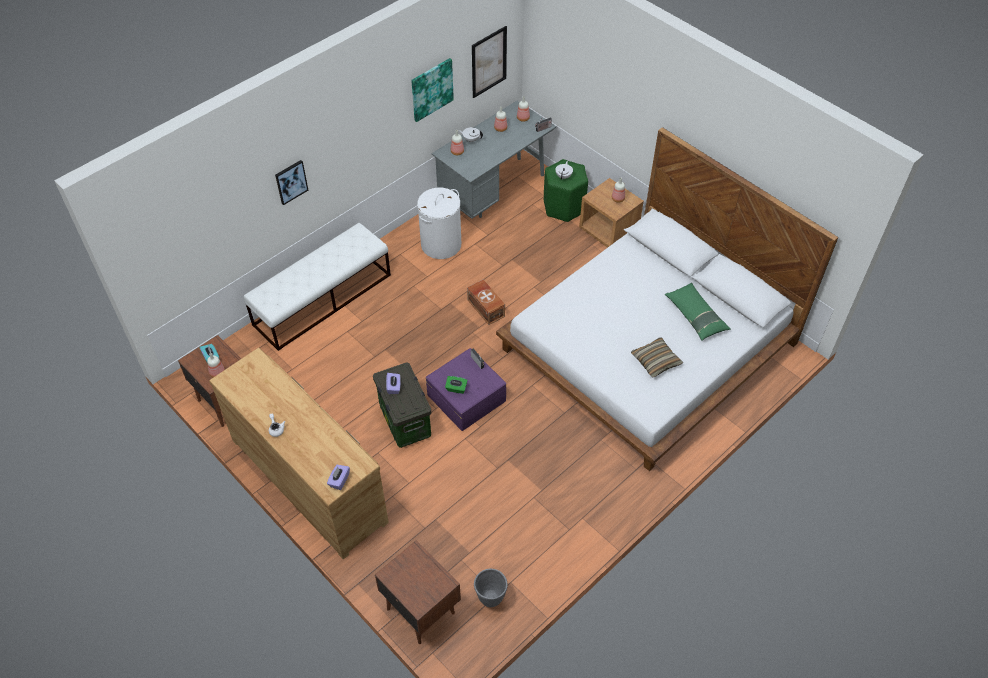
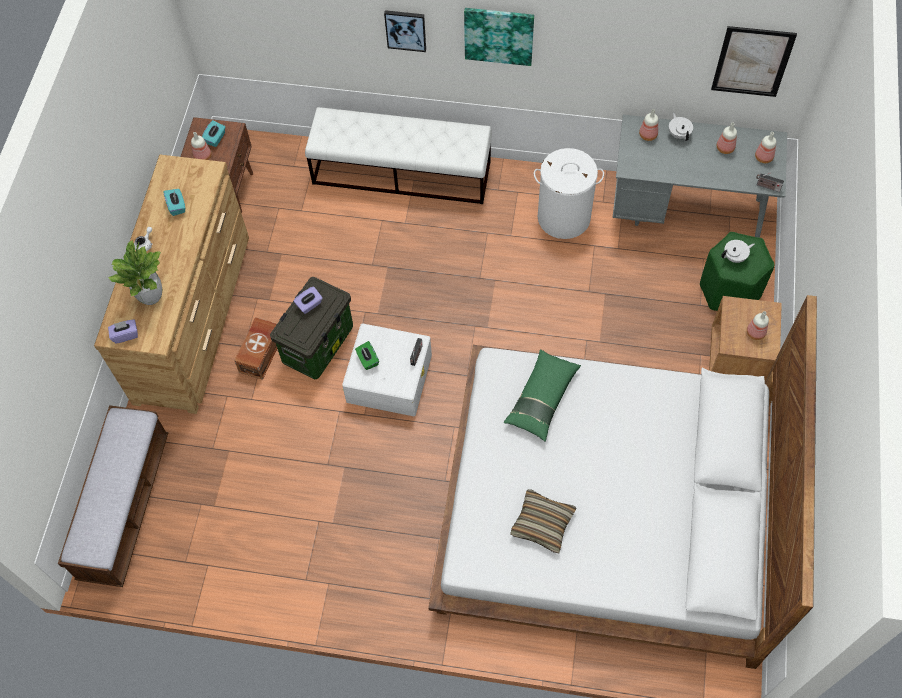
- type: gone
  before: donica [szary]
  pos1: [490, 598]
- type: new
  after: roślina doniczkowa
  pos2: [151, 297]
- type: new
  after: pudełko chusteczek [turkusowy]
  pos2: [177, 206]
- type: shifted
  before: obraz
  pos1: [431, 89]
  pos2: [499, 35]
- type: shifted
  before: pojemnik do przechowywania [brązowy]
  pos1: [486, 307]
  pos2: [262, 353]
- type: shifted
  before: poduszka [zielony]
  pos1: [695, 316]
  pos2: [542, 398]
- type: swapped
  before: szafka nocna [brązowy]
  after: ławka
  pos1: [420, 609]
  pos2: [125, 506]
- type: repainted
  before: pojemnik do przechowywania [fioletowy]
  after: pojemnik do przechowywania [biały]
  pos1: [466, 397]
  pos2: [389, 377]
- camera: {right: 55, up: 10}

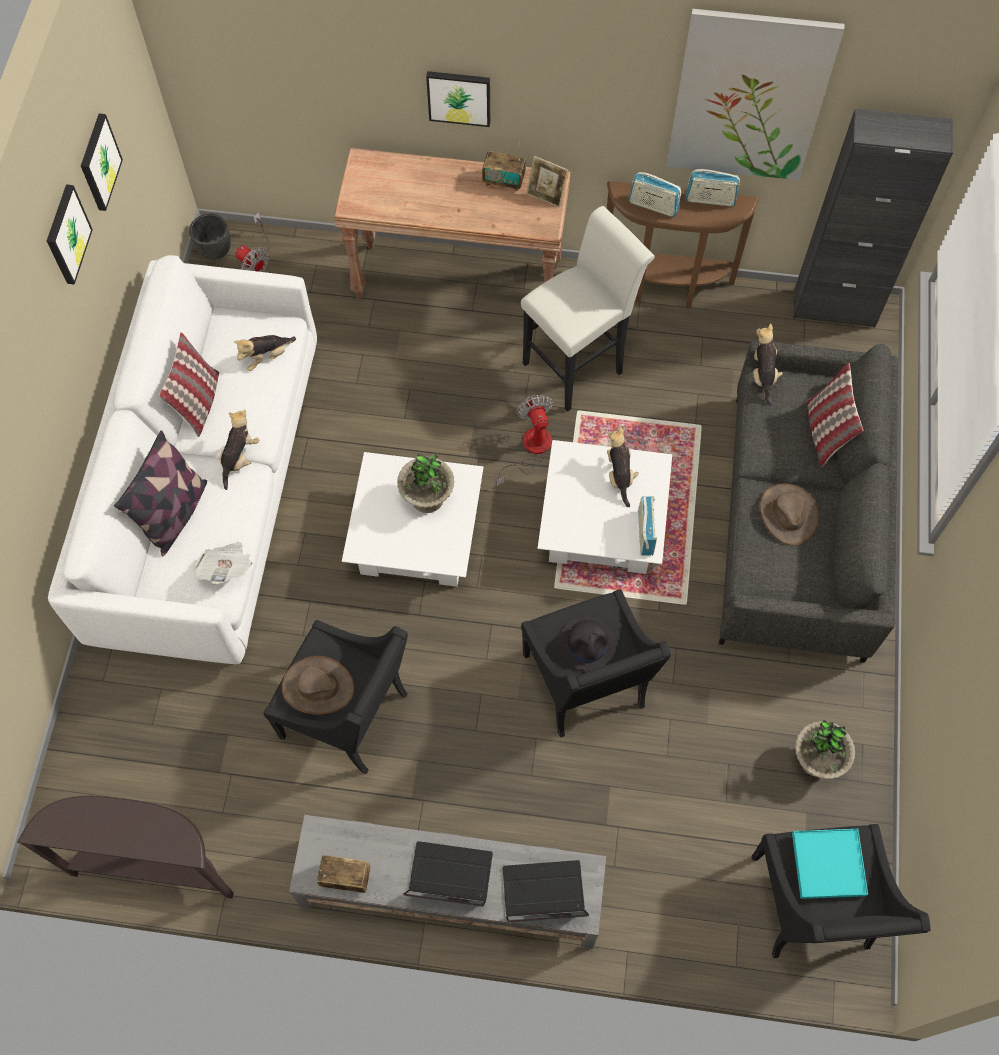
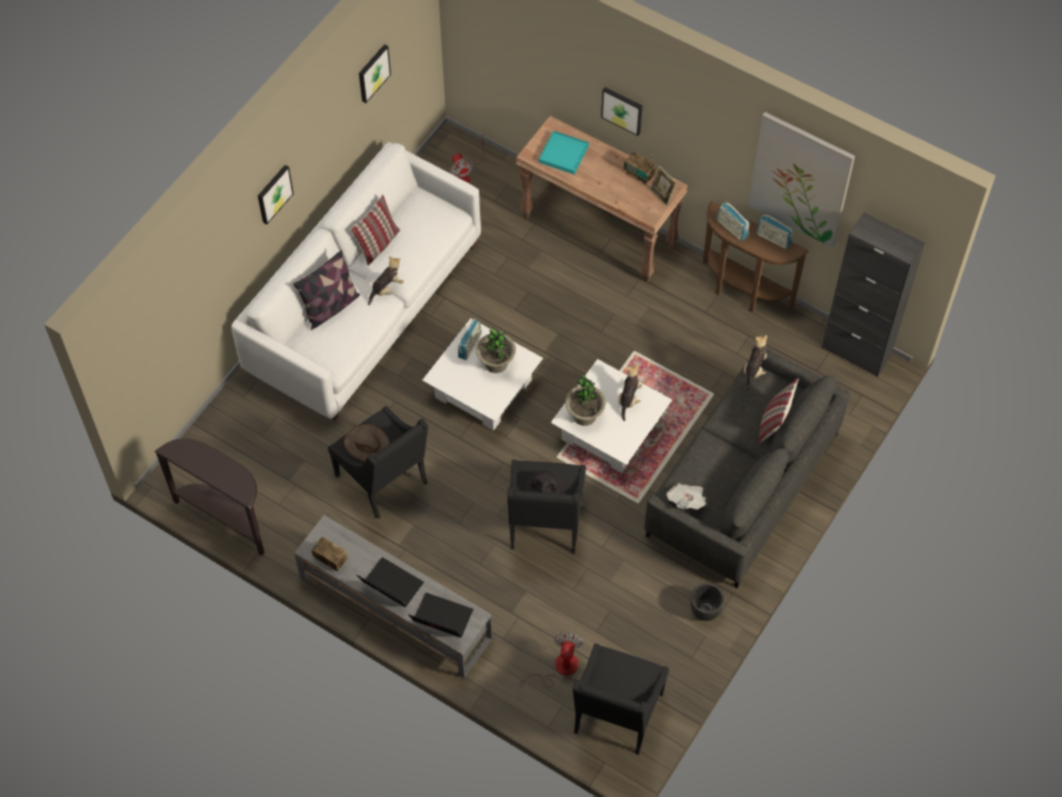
- type: gone
  before: pluszak
  pos1: [267, 357]
- type: gone
  before: stołek [biały]
  pos1: [578, 364]
- type: gone
  before: kapelusz [brązowy]
  pos1: [787, 514]
- type: shifted
  before: obraz
  pos1: [66, 234]
  pos2: [273, 193]
- type: shifted
  before: donica [czarny]
  pos1: [215, 251]
  pos2: [705, 611]
- type: shifted
  before: gazeta
  pos1: [227, 568]
  pos2: [687, 501]
- type: shifted
  before: wentylator
  pos1: [530, 449]
  pos2: [558, 669]
- type: shifted
  before: radio
  pos1: [645, 533]
  pos2: [469, 345]
- type: shifted
  before: taca [turkusowy]
  pos1: [828, 864]
  pos2: [563, 154]
- type: shifted
  before: roślina doniczkowa
  pos1: [816, 760]
  pos2: [584, 415]
- camera: {right: 25, up: -5}

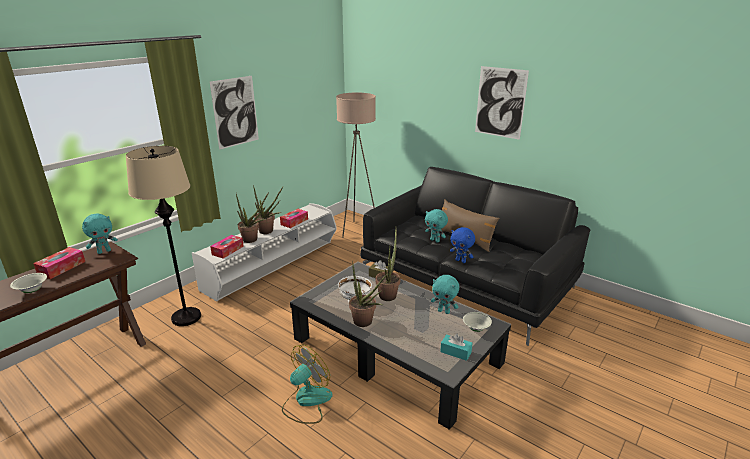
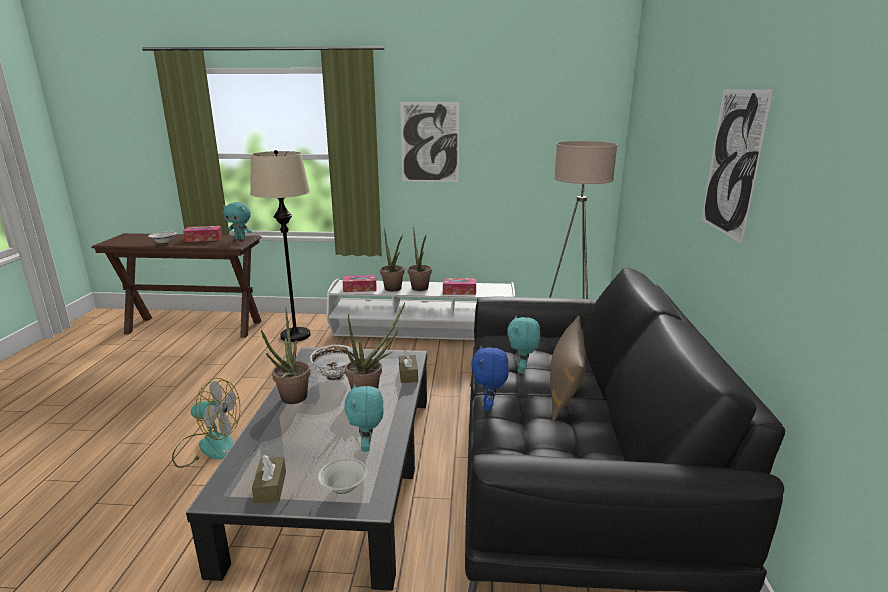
- type: repainted
  before: pudełko chusteczek [turkusowy]
  after: pudełko chusteczek [brązowy]
  pos1: [455, 352]
  pos2: [270, 487]
- camera: {right: 55, up: -5}

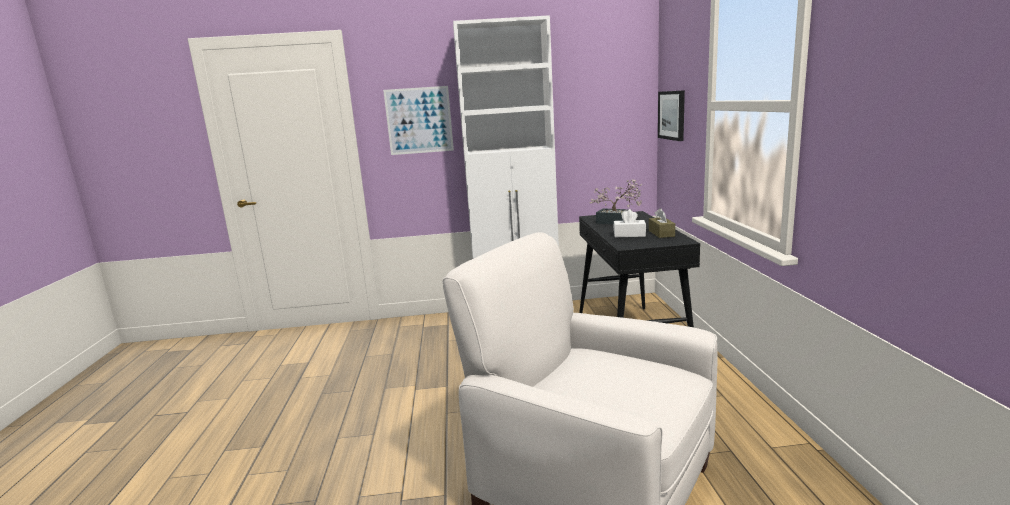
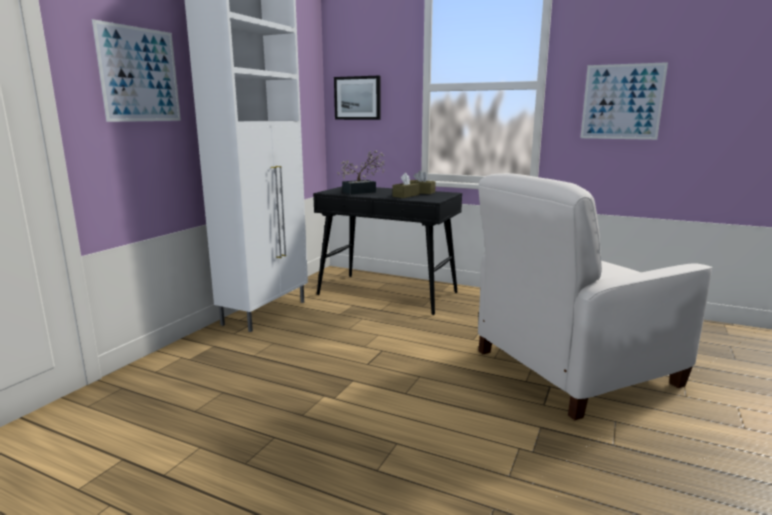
- type: new
  after: obraz
  pos2: [622, 102]
- type: repainted
  before: pudełko chusteczek [biały]
  after: pudełko chusteczek [brązowy]
  pos1: [629, 235]
  pos2: [406, 195]
- camera: {right: -60, up: 0}

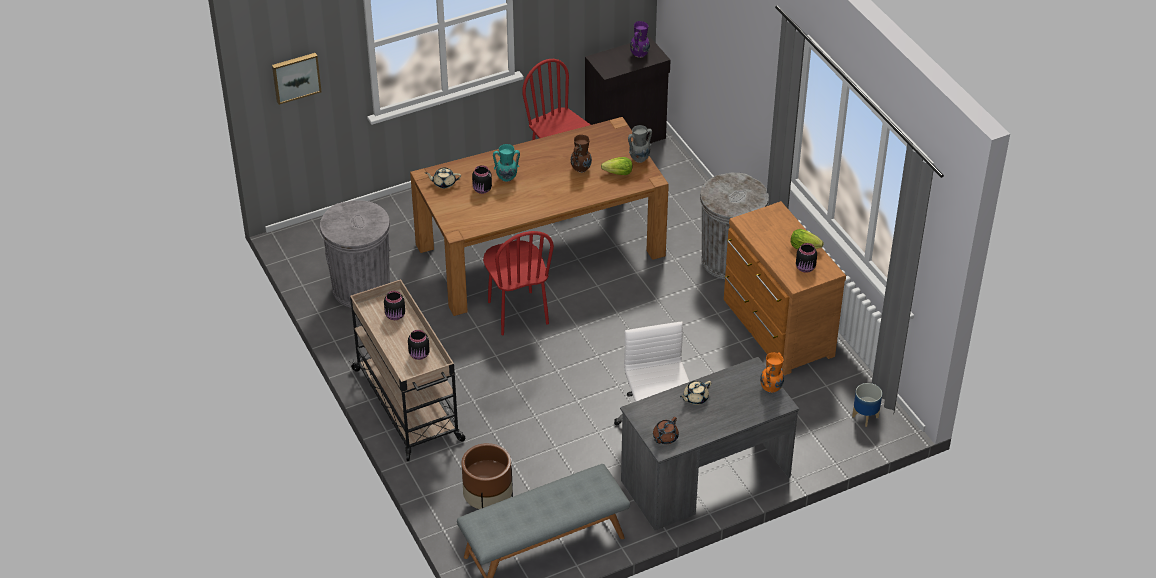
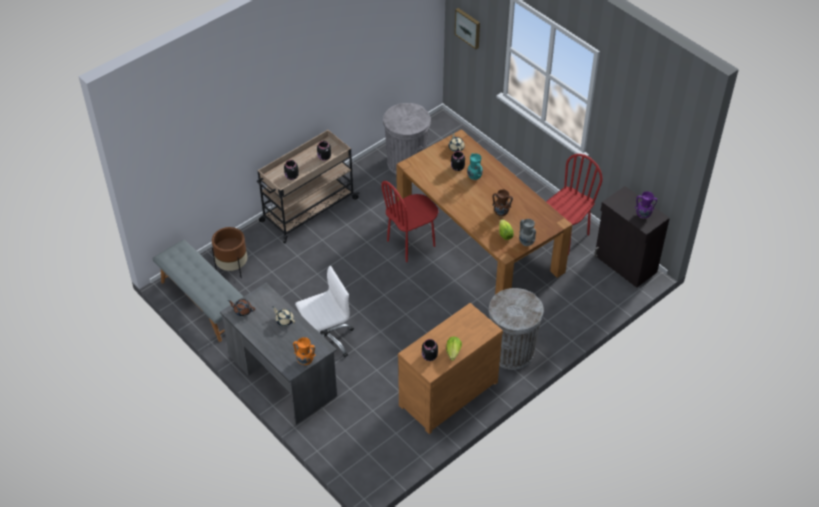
- type: gone
  before: donica
  pos1: [865, 417]
- camera: {right: 75, up: 5}

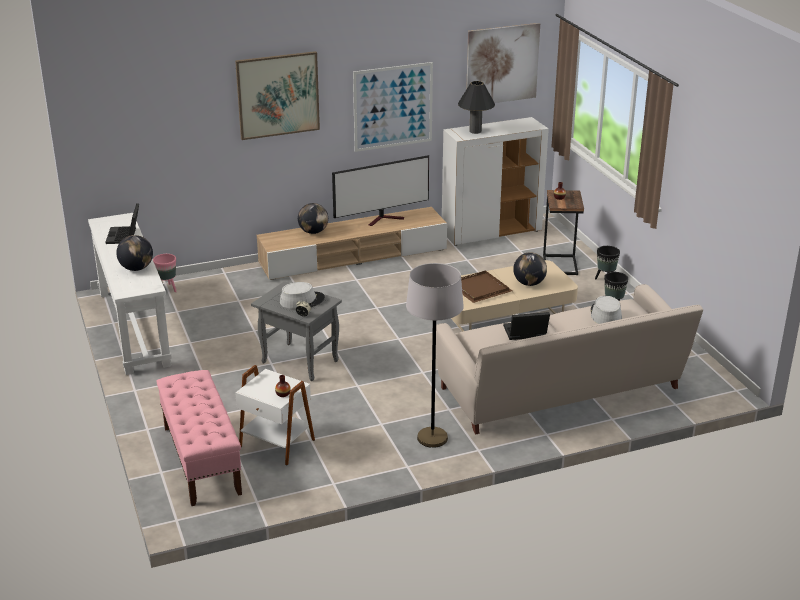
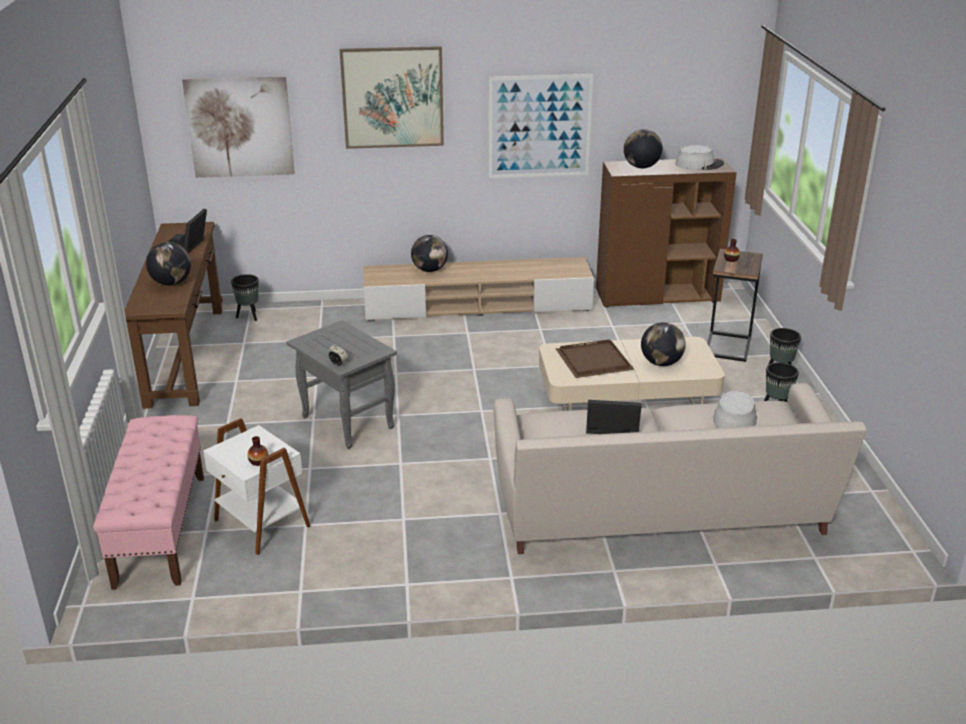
- type: gone
  before: telewizor
  pos1: [384, 219]
- type: gone
  before: lampa stojąca [szary]
  pos1: [432, 438]
- type: shifted
  before: kapelusz [szary]
  pos1: [302, 300]
  pos2: [699, 164]
- type: shifted
  before: obraz
  pos1: [502, 64]
  pos2: [240, 127]
- type: swapped
  before: lampa stołowa [czarny]
  after: globus
  pos1: [475, 131]
  pos2: [641, 167]
- type: repainted
  before: stolik konsolowy [biały]
  after: stolik konsolowy [brązowy]
  pos1: [134, 328]
  pos2: [186, 355]
- type: repainted
  before: donica [różowy]
  after: donica [czarny]
  pos1: [167, 289]
  pos2: [249, 316]
- type: repainted
  before: szafka [biały]
  after: szafka [brązowy]
  pos1: [491, 232]
  pos2: [657, 297]
- camera: {right: 15, up: 0}

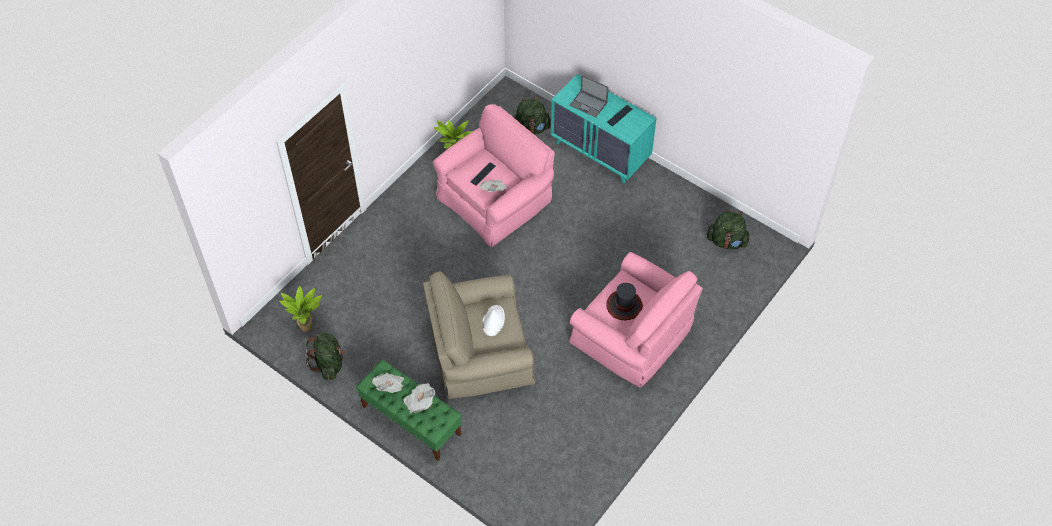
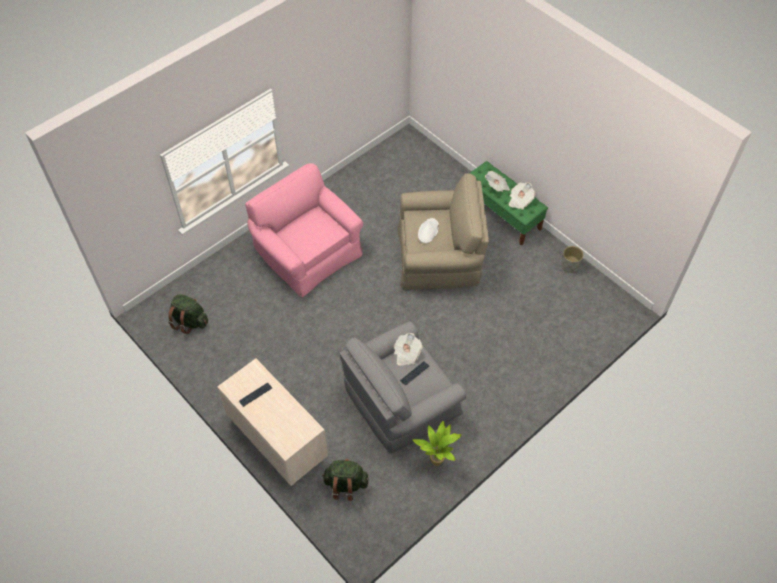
- type: gone
  before: roślina doniczkowa
  pos1: [307, 326]
- type: gone
  before: laptop
  pos1: [589, 104]
- type: gone
  before: kapelusz
  pos1: [624, 305]
- type: swapped
  before: plecak [zielony]
  after: donica [szary]
  pos1: [329, 364]
  pos2: [570, 266]
- type: repainted
  before: fotel [różowy]
  after: fotel [szary]
  pos1: [495, 199]
  pos2: [401, 401]
- type: repainted
  before: komoda [turkusowy]
  after: komoda [beżowy]
  pos1: [600, 152]
  pos2: [277, 440]
- camera: {right: -170, up: 0}

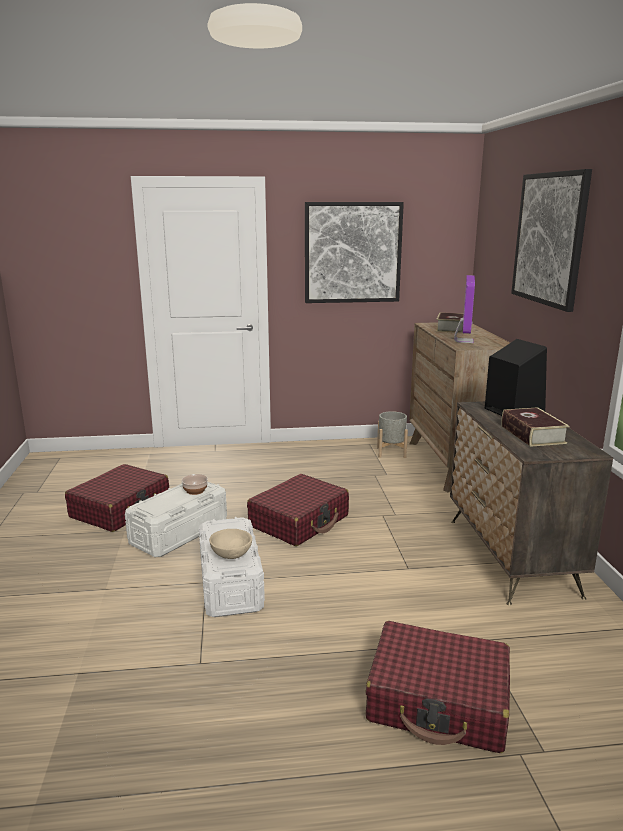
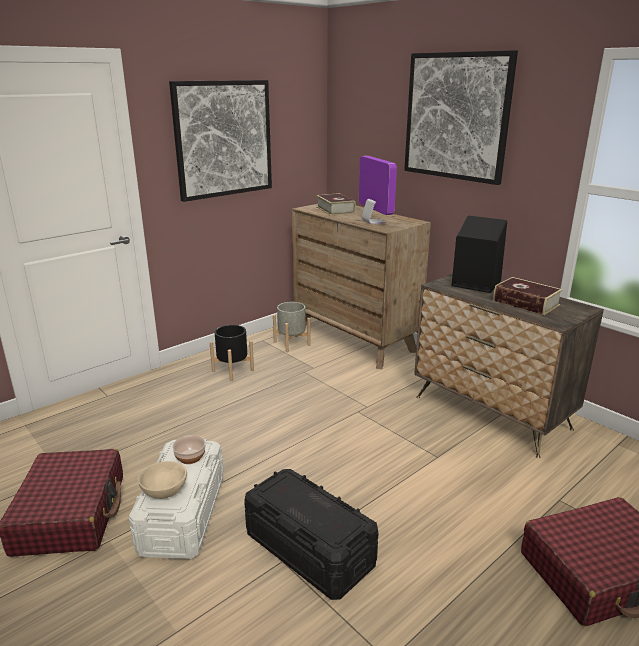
- type: gone
  before: walizka [czerwony]
  pos1: [299, 521]
- type: new
  after: donica [czarny]
  pos2: [232, 370]
- type: shifted
  before: miska [beżowy]
  pos1: [231, 554]
  pos2: [164, 491]
- type: repainted
  before: pojemnik do przechowywania [biały]
  after: pojemnik do przechowywania [czarny]
  pos1: [231, 583]
  pos2: [309, 549]
- camera: {right: -35, up: 5}

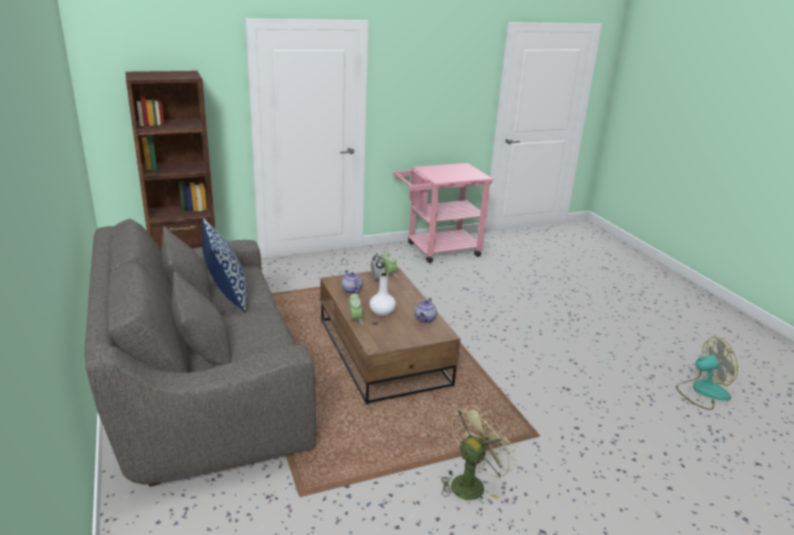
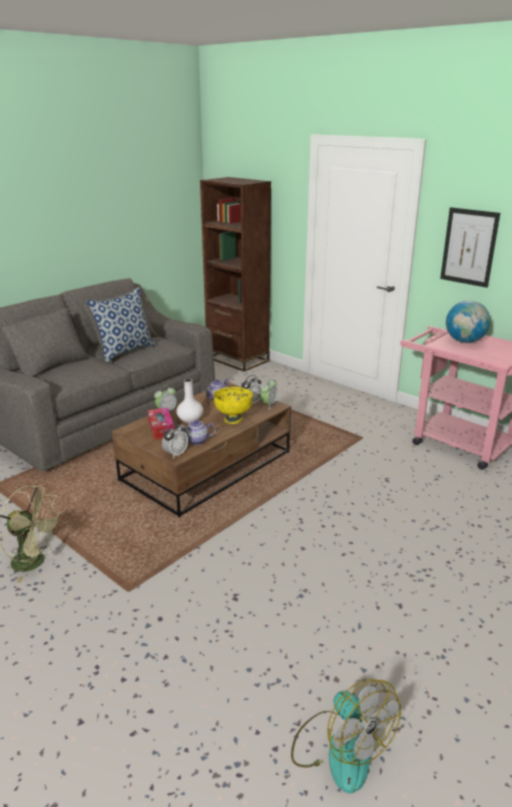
- type: new
  after: pudełko chusteczek
  pos2: [161, 429]
- type: new
  after: budzik
  pos2: [175, 454]
- type: new
  after: miska [żółty]
  pos2: [233, 419]
- type: new
  after: obraz
  pos2: [469, 247]
- type: new
  after: globus
  pos2: [464, 341]
- camera: {right: 65, up: 0}

